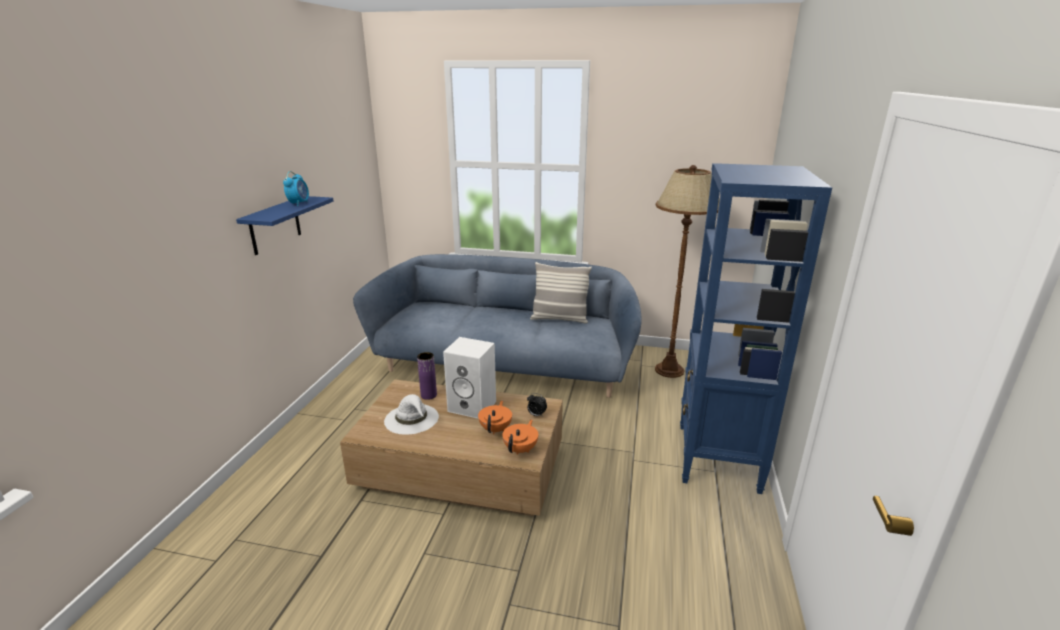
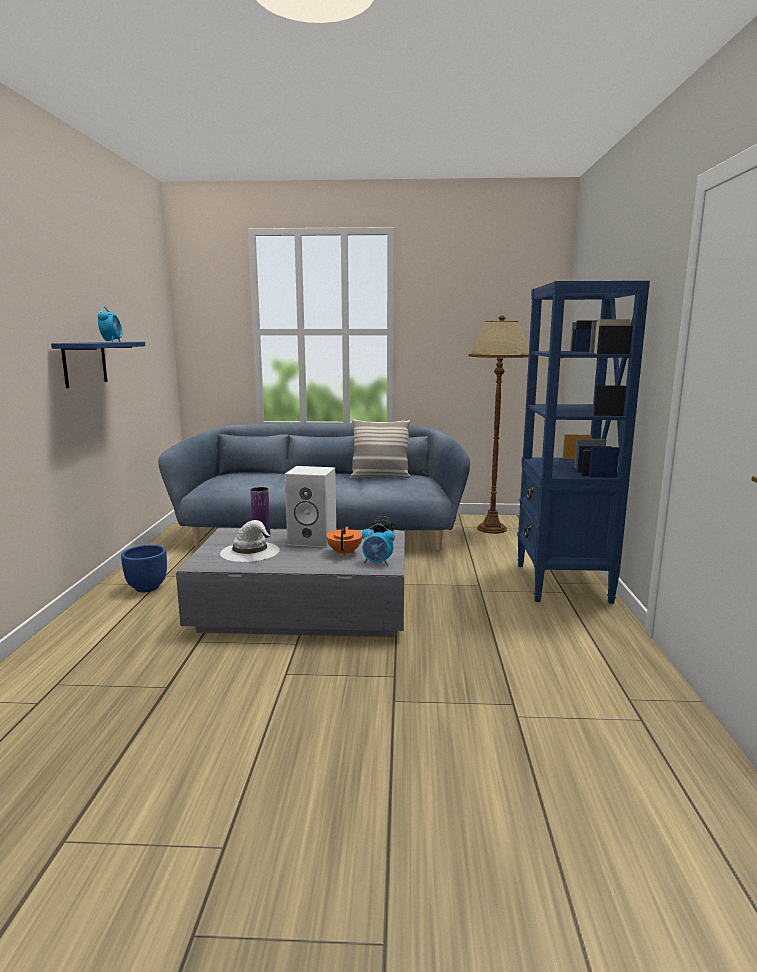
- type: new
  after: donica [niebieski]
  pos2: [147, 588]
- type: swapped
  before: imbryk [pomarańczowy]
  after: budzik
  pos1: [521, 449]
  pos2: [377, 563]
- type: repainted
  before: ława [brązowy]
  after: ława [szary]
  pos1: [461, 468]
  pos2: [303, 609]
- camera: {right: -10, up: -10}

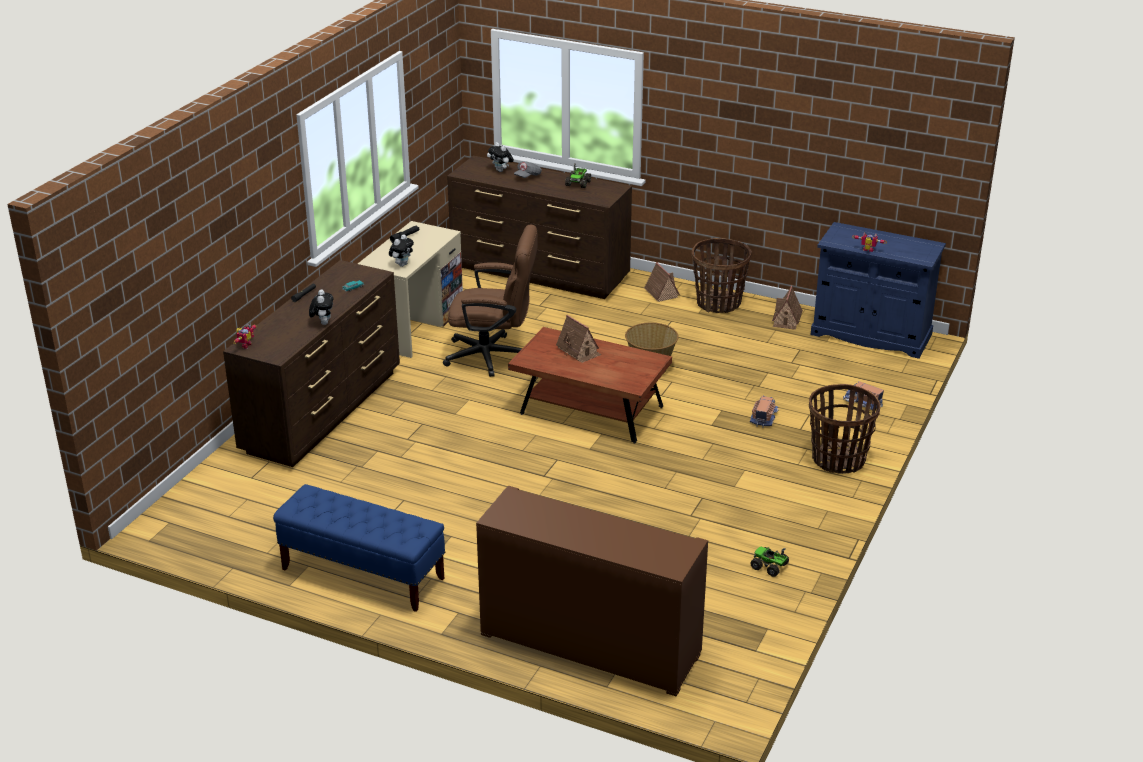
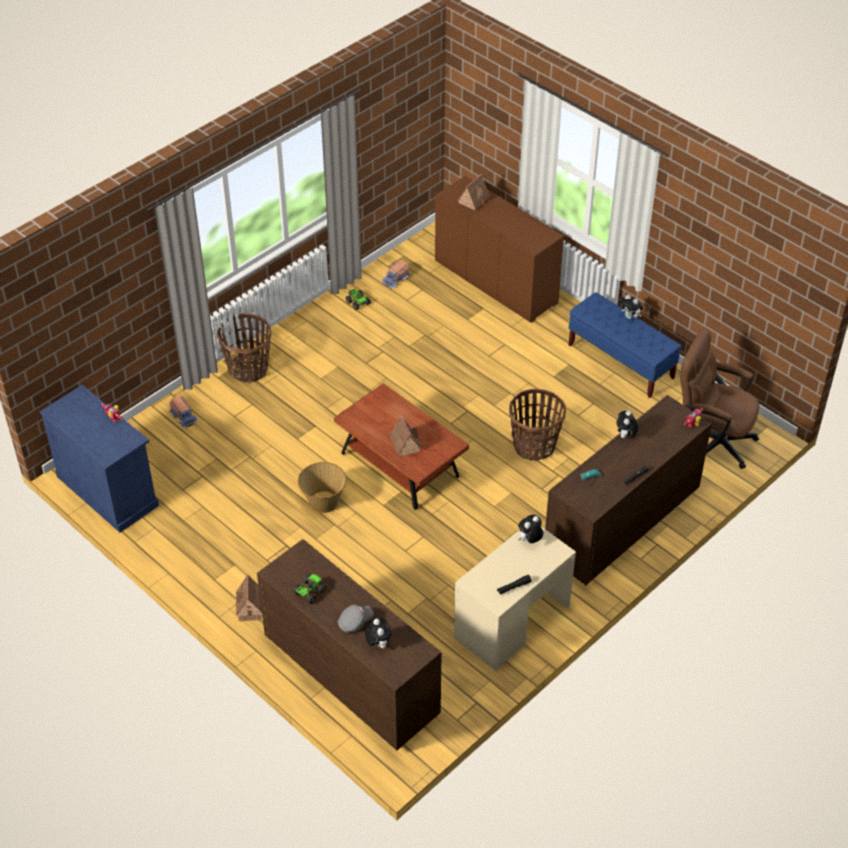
- type: new
  after: pluszak
  pos2: [630, 317]
- type: shifted
  before: krzesło biurowe [brązowy]
  pos1: [494, 356]
  pos2: [711, 440]
- type: shifted
  before: koszyk
  pos1: [718, 303]
  pos2: [534, 446]
- type: shifted
  before: ciężarówka zabawkowa
  pos1: [763, 418]
  pos2: [396, 279]
- type: shifted
  before: domek
  pos1: [786, 319]
  pos2: [474, 199]
- camera: {right: -160, up: 15}

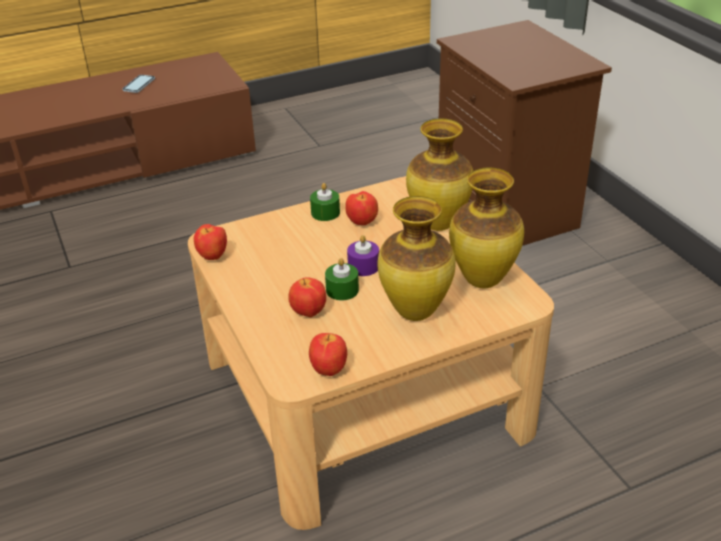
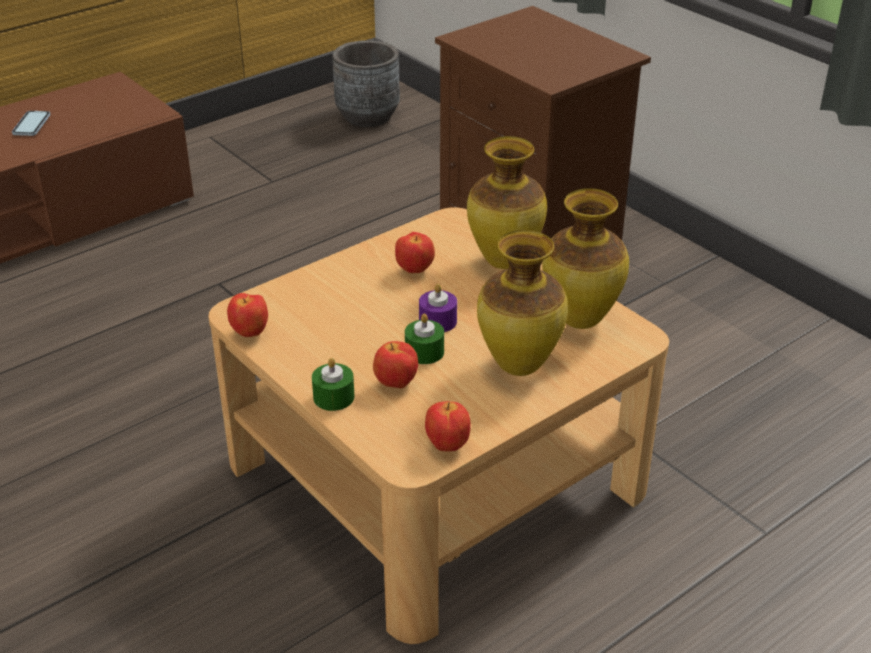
- type: new
  after: donica [szary]
  pos2: [368, 116]
- type: shifted
  before: świeca [zielony]
  pos1: [325, 213]
  pos2: [333, 397]
- camera: {right: -15, up: 0}

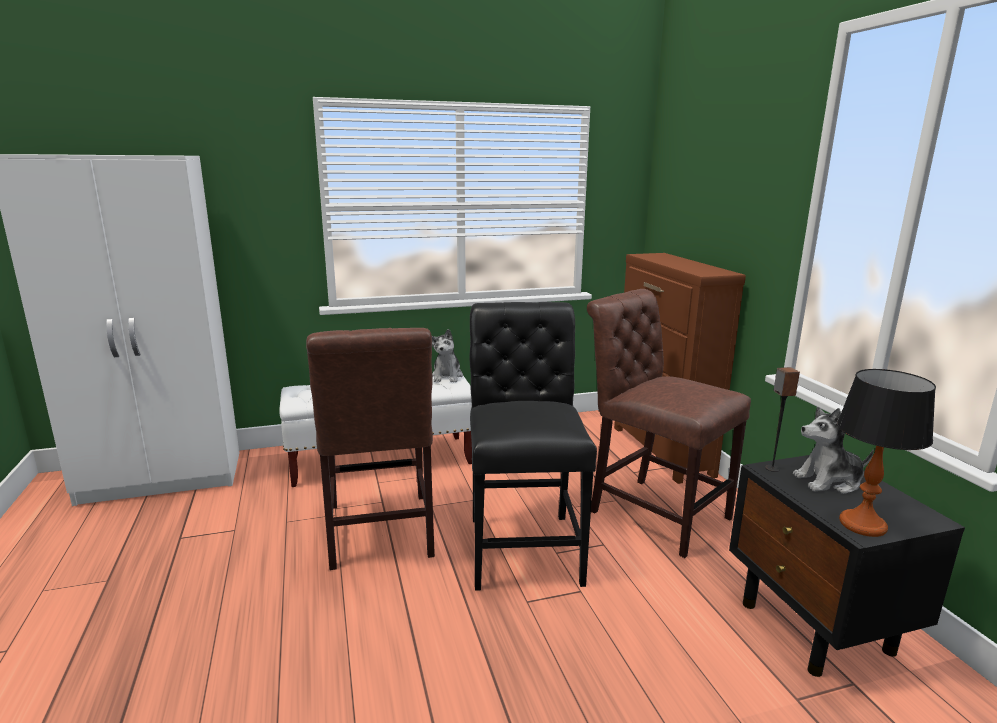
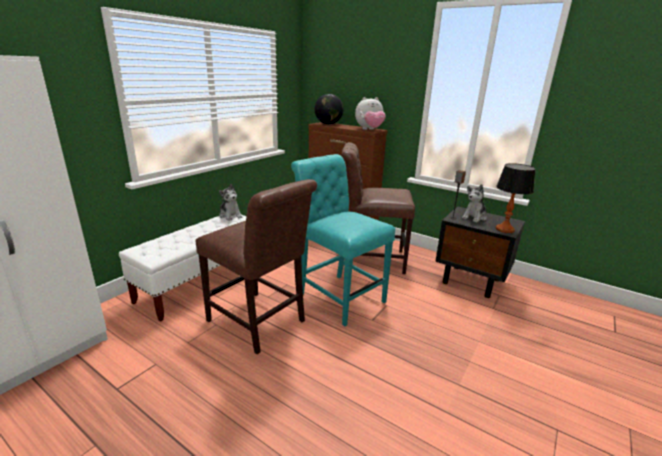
- type: new
  after: globus
  pos2: [328, 124]
- type: new
  after: pluszak
  pos2: [369, 130]
- type: repainted
  before: krzesło [czarny]
  after: krzesło [turkusowy]
  pos1: [524, 544]
  pos2: [338, 295]
- camera: {right: -40, up: 5}

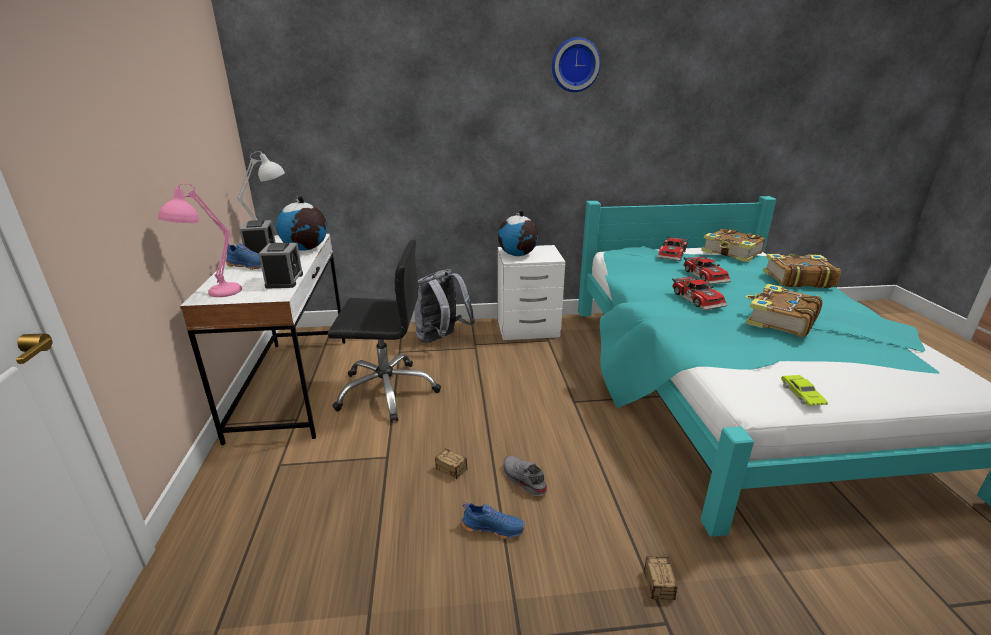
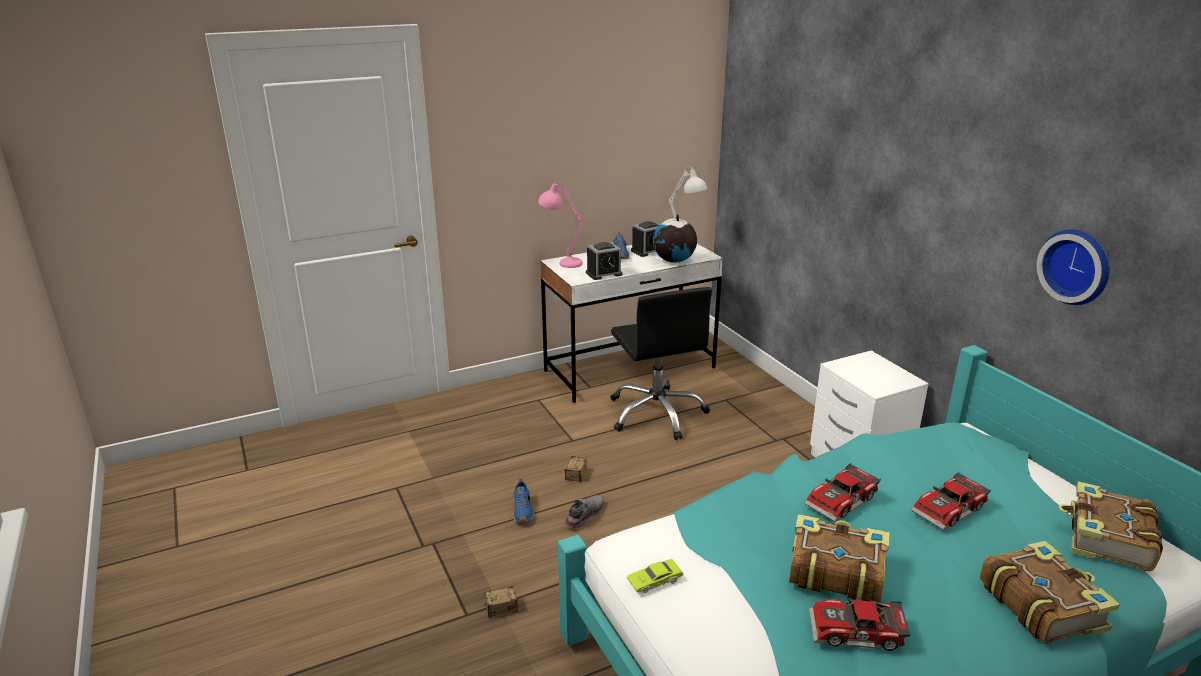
- type: gone
  before: plecak [szary]
  pos1: [441, 339]
- type: gone
  before: globus
  pos1: [518, 255]
- type: shifted
  before: zegar ścienny
  pos1: [575, 65]
  pos2: [1077, 266]
- type: shifted
  before: samochodzik
  pos1: [673, 254]
  pos2: [856, 634]
- camera: {right: 70, up: 0}

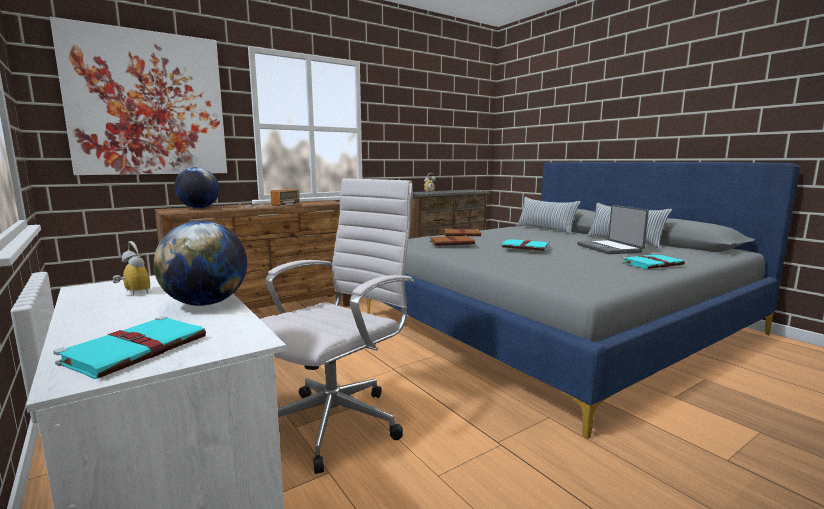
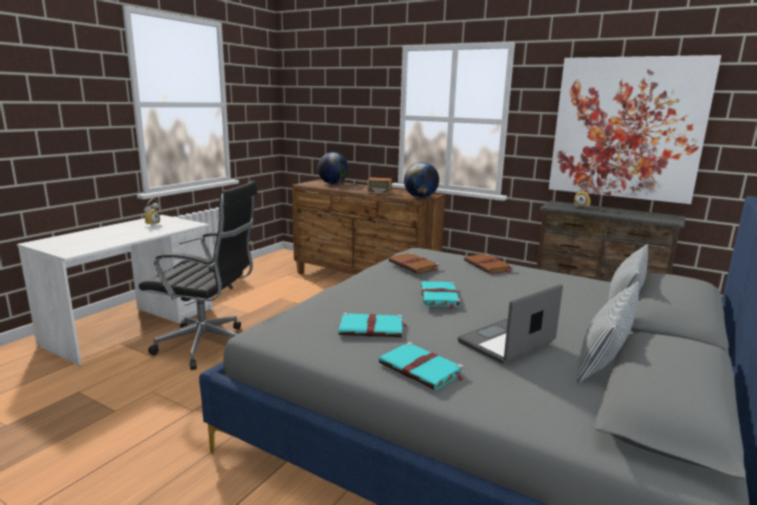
- type: shifted
  before: obraz
  pos1: [148, 104]
  pos2: [626, 128]
- type: shifted
  before: książka [turkusowy]
  pos1: [138, 349]
  pos2: [372, 328]
- type: shifted
  before: globus
  pos1: [206, 303]
  pos2: [420, 197]
- type: repainted
  before: krzesło biurowe [biały]
  after: krzesło biurowe [czarny]
  pos1: [338, 421]
  pos2: [209, 346]
- camera: {right: 65, up: 5}

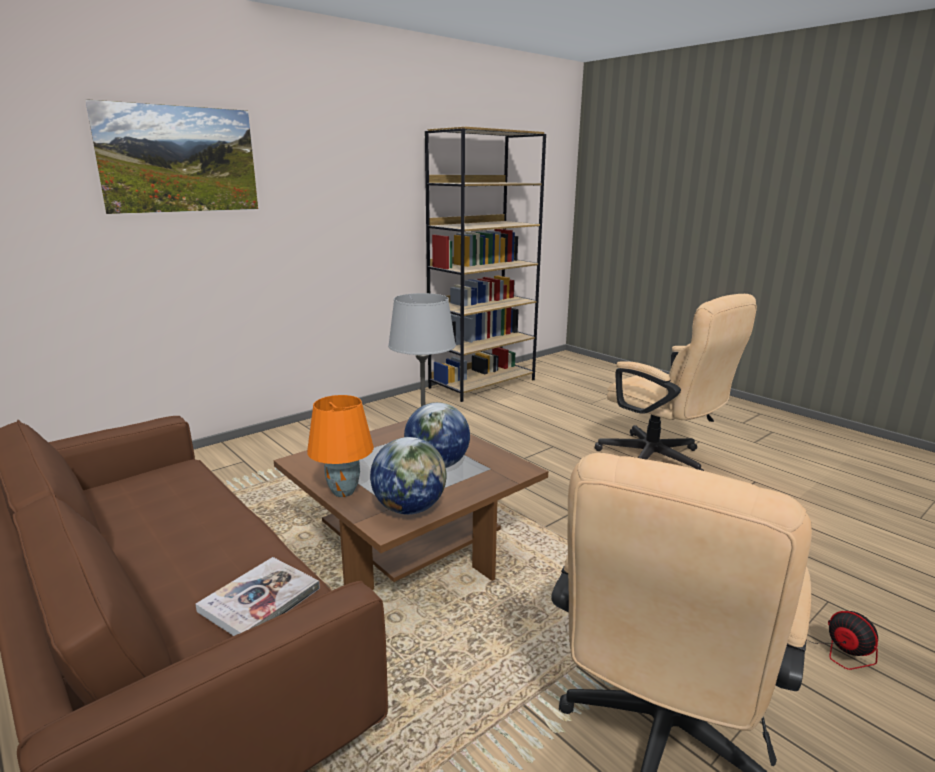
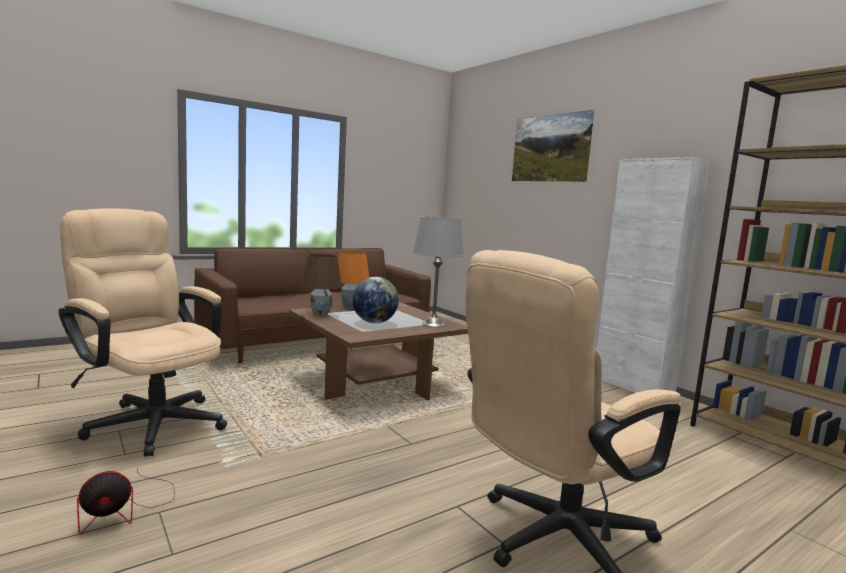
- type: gone
  before: książka
  pos1: [260, 600]
- type: new
  after: szafka [biały]
  pos2: [632, 387]
- type: swapped
  before: globus
  after: lampa stołowa [brązowy]
  pos1: [409, 508]
  pos2: [321, 314]
- camera: {right: 95, up: -10}

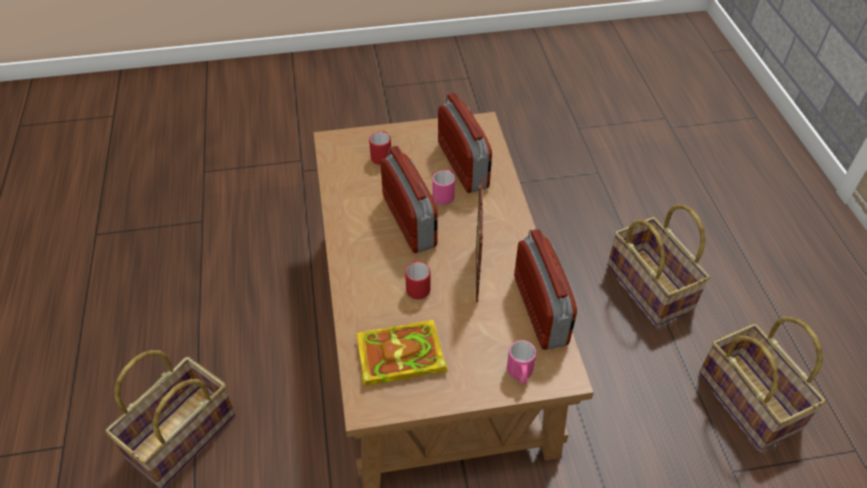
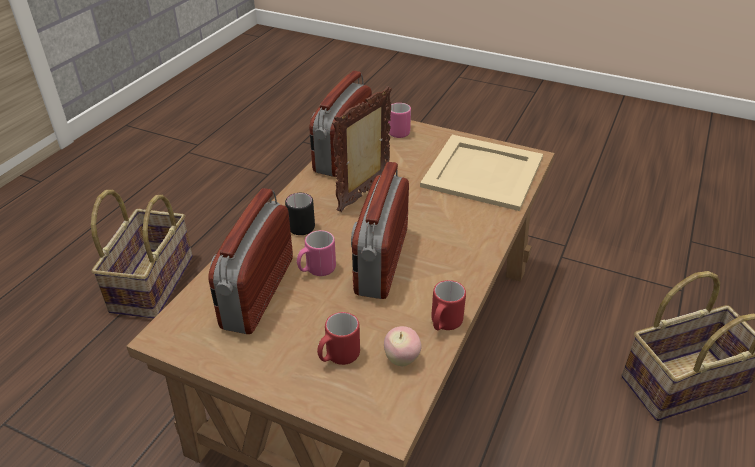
- type: gone
  before: koszyk
  pos1: [750, 401]
- type: new
  after: kubek [czarny]
  pos2: [301, 225]
- type: new
  after: jabłko
  pos2: [401, 359]
- type: shifted
  before: kubek [czerwony]
  pos1: [417, 287]
  pos2: [444, 324]
- type: swapped
  before: książka
  after: taca [beżowy]
  pos1: [398, 357]
  pos2: [484, 171]
- camera: {right: -145, up: -10}

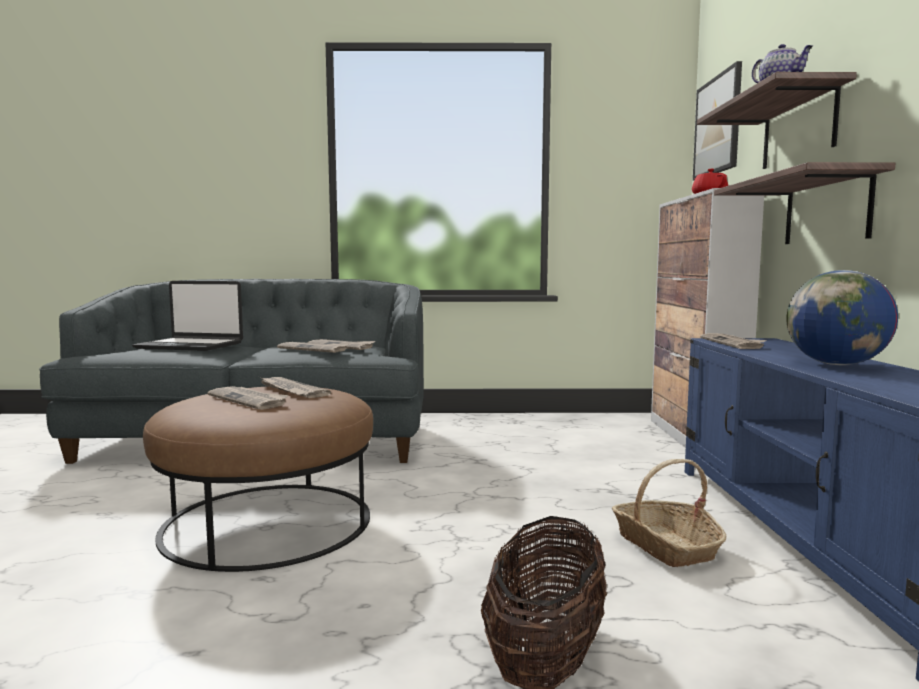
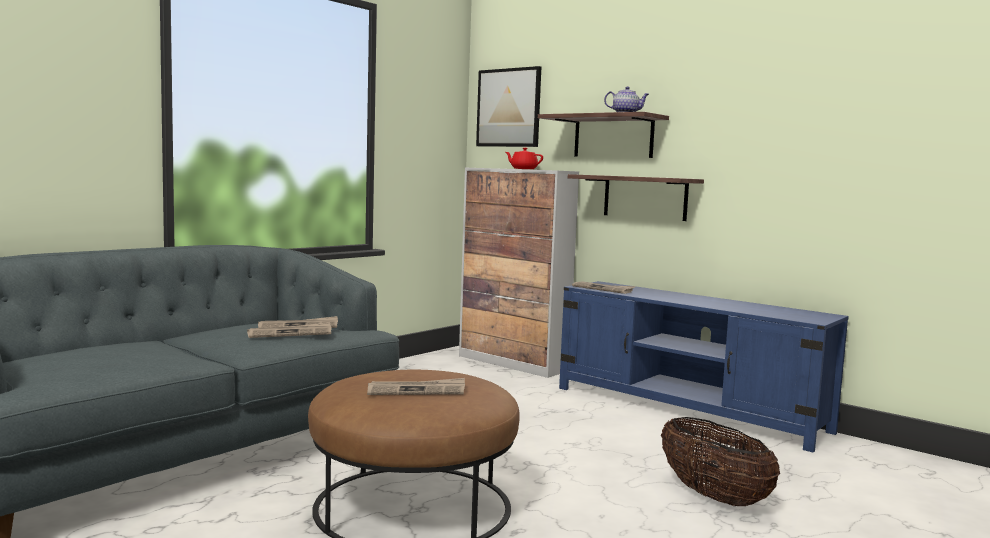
- type: gone
  before: laptop
  pos1: [190, 346]
- type: gone
  before: gazeta
  pos1: [291, 390]
- type: gone
  before: koszyk
  pos1: [666, 545]
- type: gone
  before: globus
  pos1: [837, 365]
- camera: {right: -50, up: 0}

